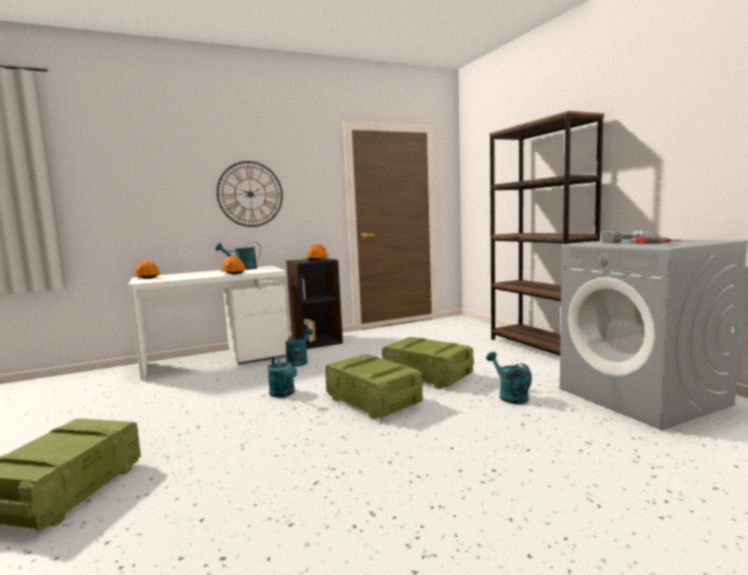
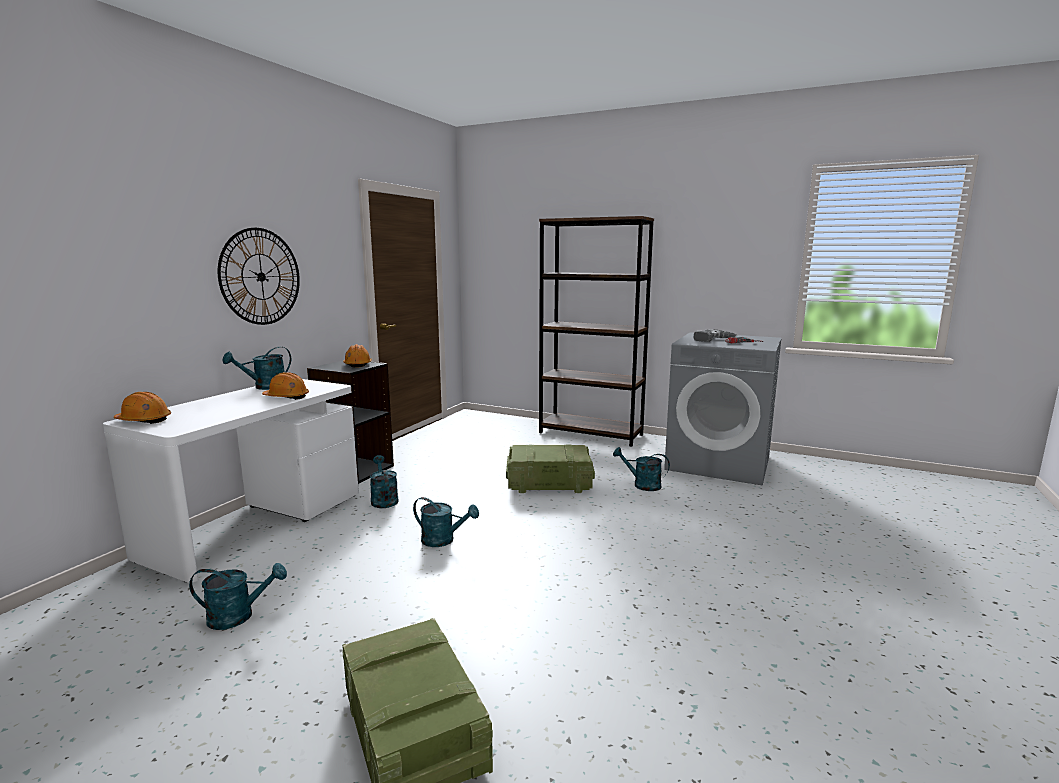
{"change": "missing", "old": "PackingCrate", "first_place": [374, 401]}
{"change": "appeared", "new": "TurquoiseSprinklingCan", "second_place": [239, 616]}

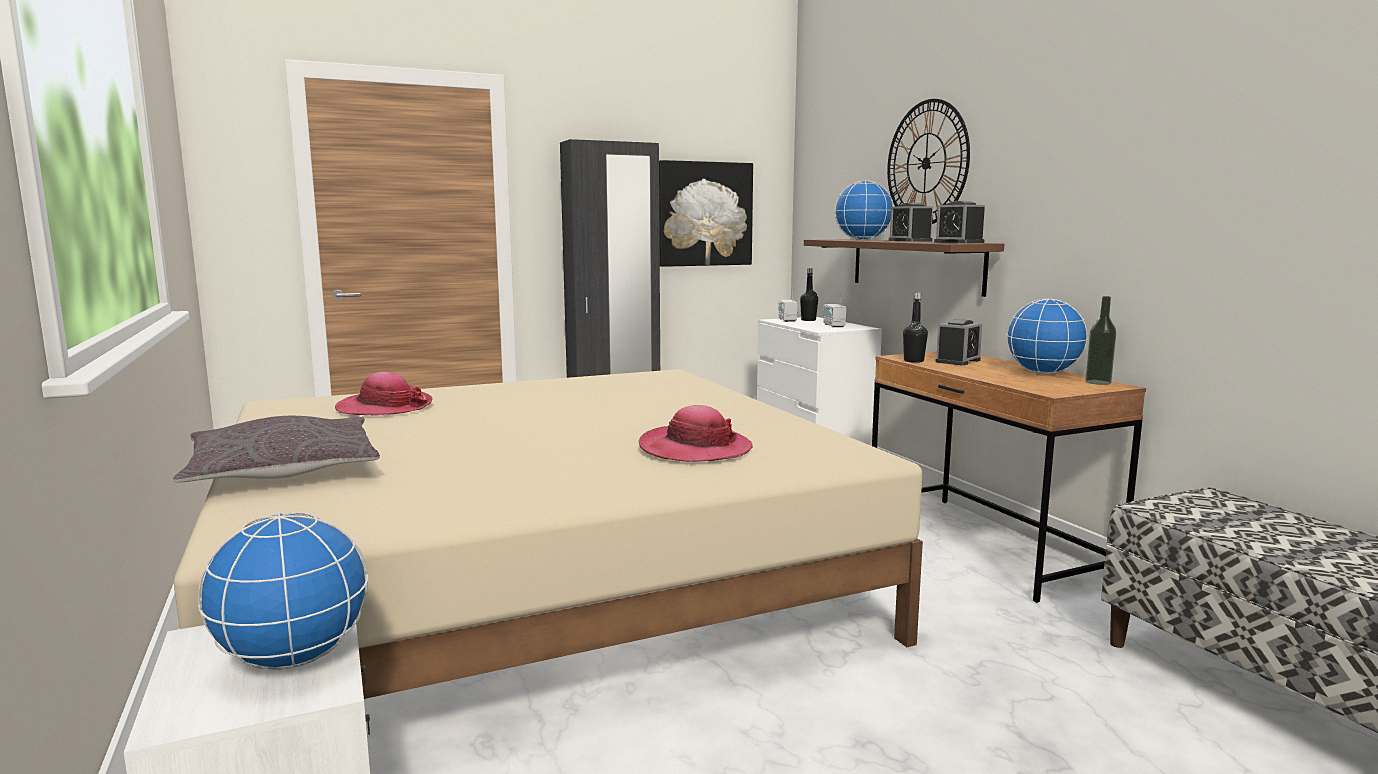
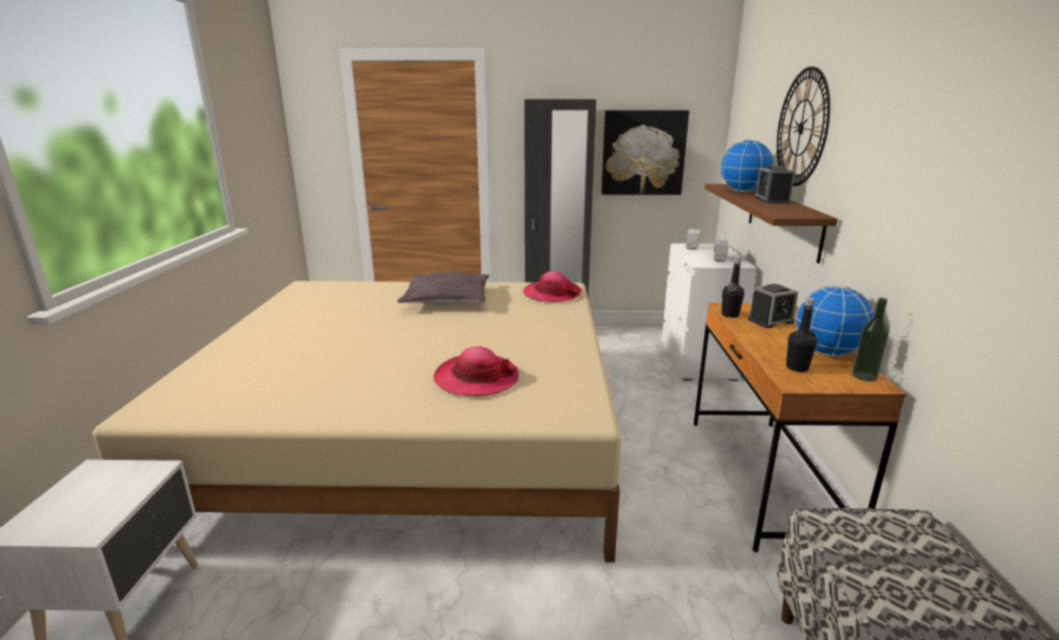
{"change": "missing", "old": "DeskGlobe", "first_place": [294, 658]}
{"change": "missing", "old": "TableClock", "first_place": [958, 242]}
{"change": "relocated", "old": "GrayPillow", "first_place": [283, 471], "second_place": [446, 300]}
{"change": "relocated", "old": "Hat", "first_place": [384, 408], "second_place": [552, 294]}
{"change": "relocated", "old": "BlackishBeverageBottle", "first_place": [808, 320], "second_place": [797, 368]}

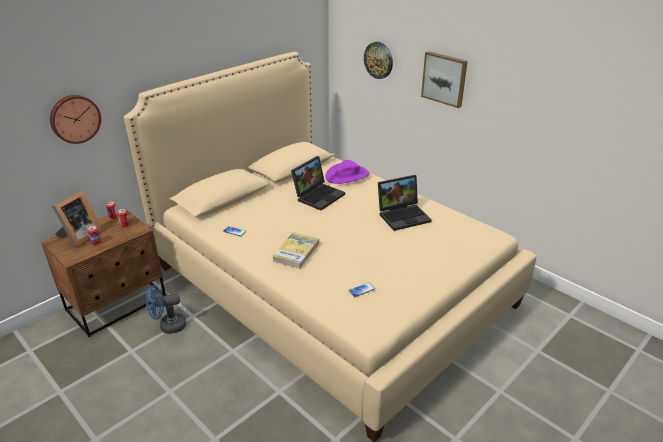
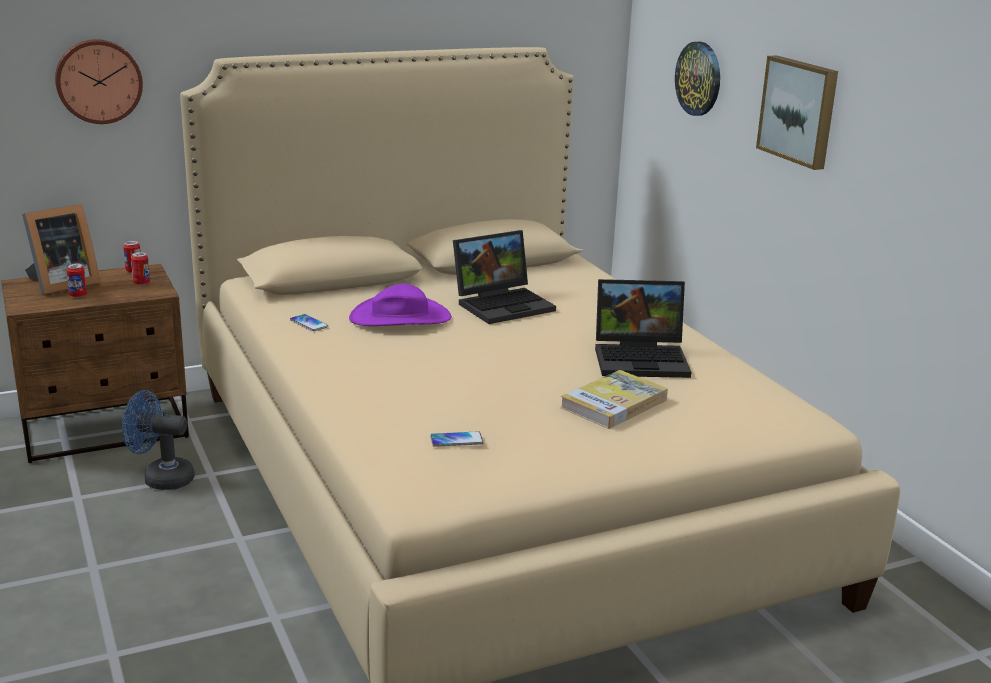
{"change": "relocated", "old": "BoundBook", "first_place": [296, 252], "second_place": [614, 404]}
{"change": "relocated", "old": "PurpleColouredHat", "first_place": [347, 175], "second_place": [400, 318]}

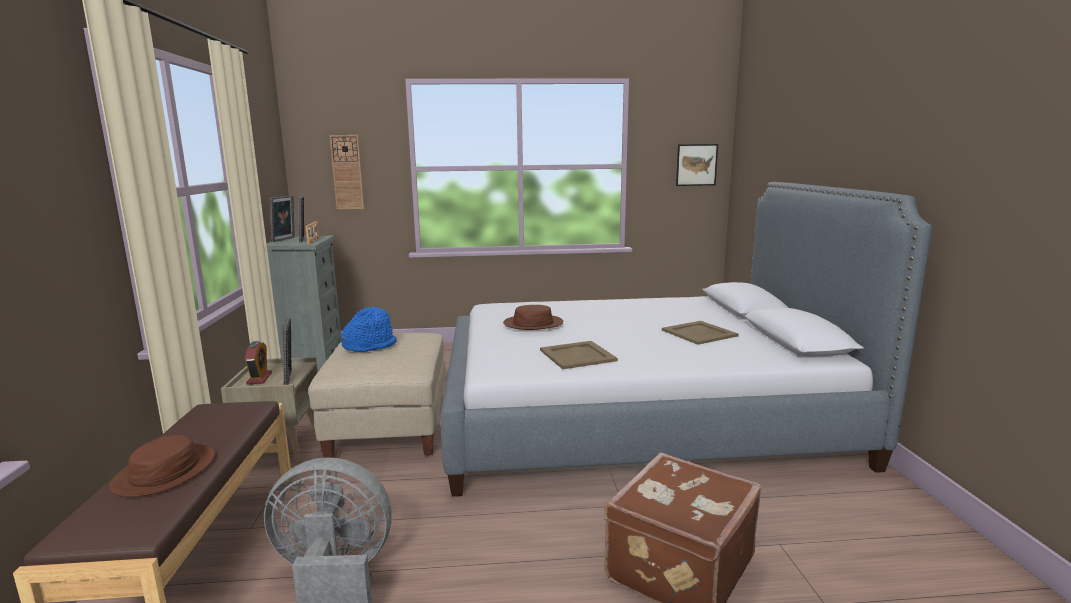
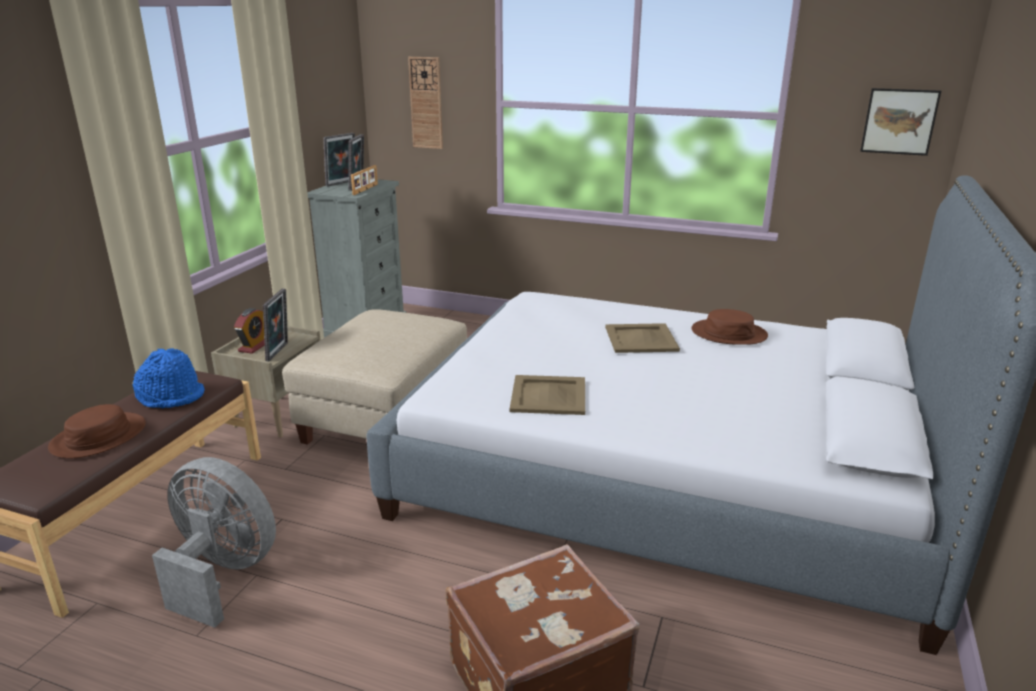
{"change": "relocated", "old": "BlueHat", "first_place": [370, 345], "second_place": [171, 396]}
{"change": "relocated", "old": "BrownHat", "first_place": [533, 323], "second_place": [729, 333]}
{"change": "relocated", "old": "SandColouredTray", "first_place": [699, 333], "second_place": [640, 339]}

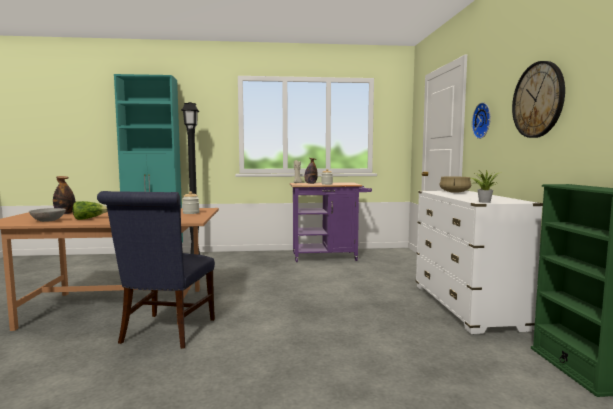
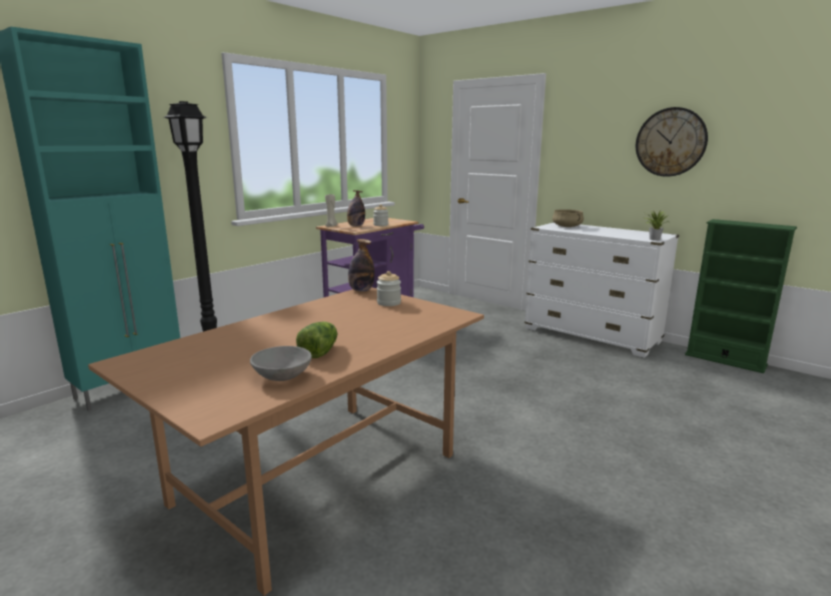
{"change": "missing", "old": "BlueChair", "first_place": [165, 333]}
{"change": "missing", "old": "ClockOnTheWall", "first_place": [483, 120]}
{"change": "relocated", "old": "BeverageBottle", "first_place": [65, 213], "second_place": [361, 290]}

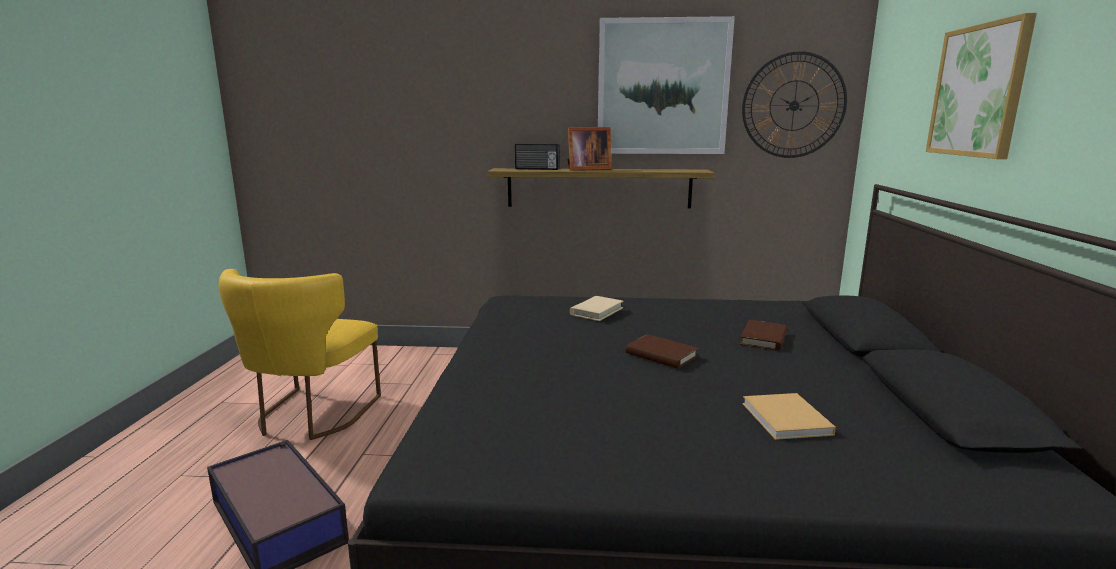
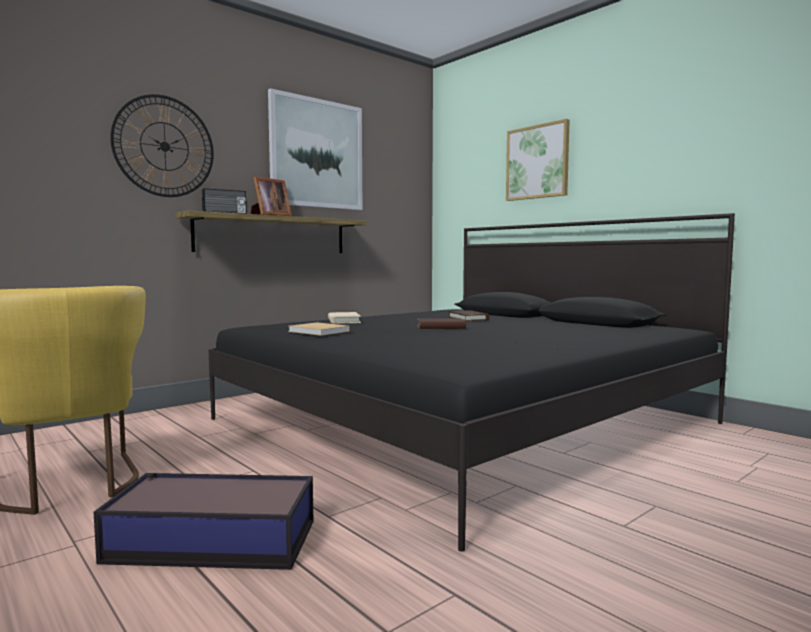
{"change": "relocated", "old": "ClockOnTheWall", "first_place": [794, 105], "second_place": [164, 146]}
{"change": "relocated", "old": "SandColouredBoundBook", "first_place": [787, 420], "second_place": [319, 331]}

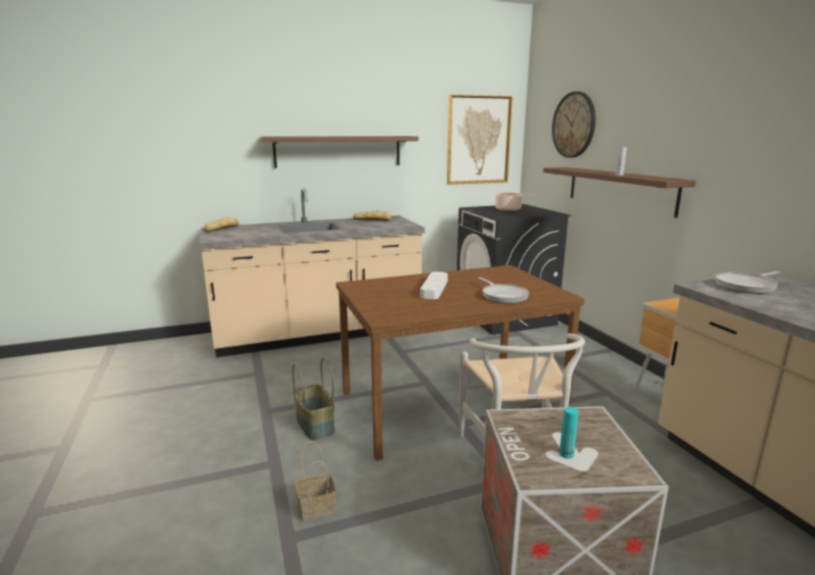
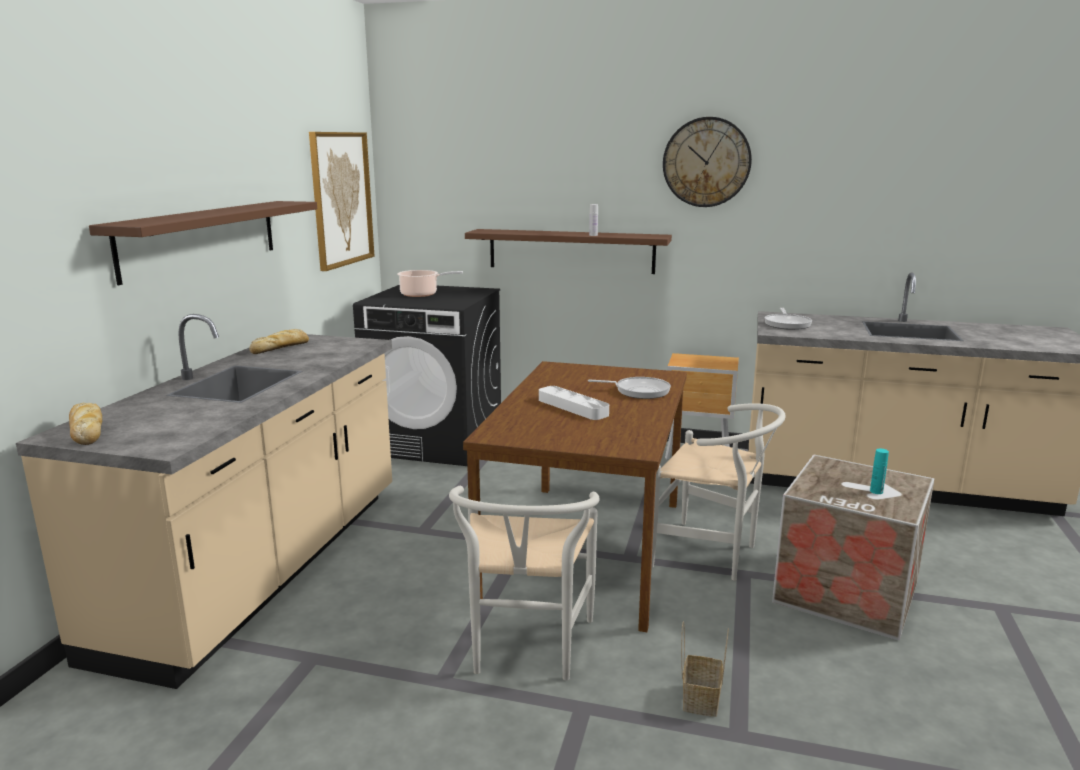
{"change": "relocated", "old": "ClockOnTheWall", "first_place": [574, 125], "second_place": [706, 162]}
{"change": "exchanged", "old": "StorageBasket", "new": "WhiteColouredChair", "first_place": [314, 424], "second_place": [525, 650]}

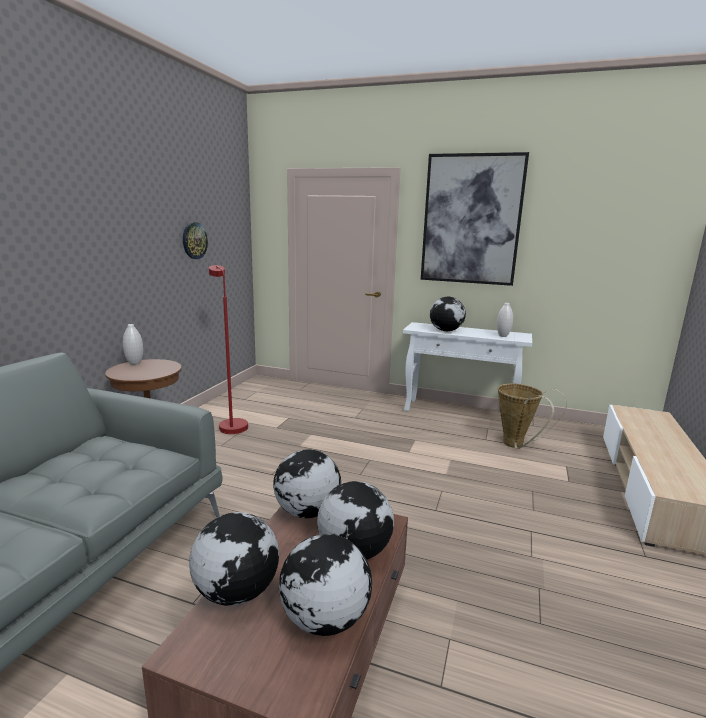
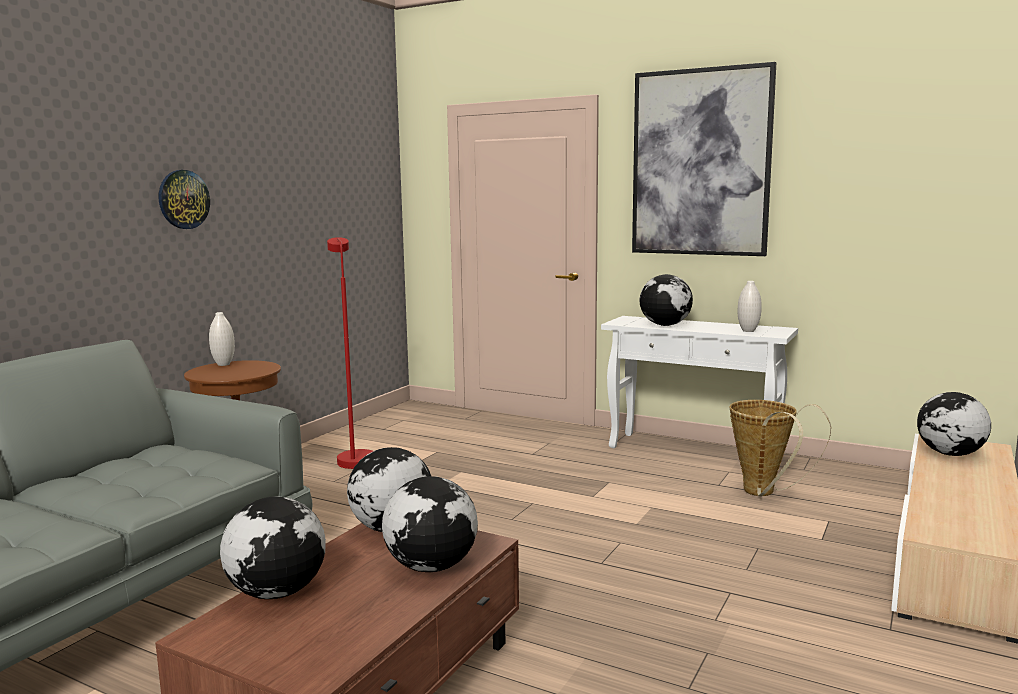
{"change": "relocated", "old": "ClockOnTheWall", "first_place": [194, 240], "second_place": [183, 199]}
{"change": "relocated", "old": "DeskGlobe", "first_place": [324, 619], "second_place": [949, 454]}

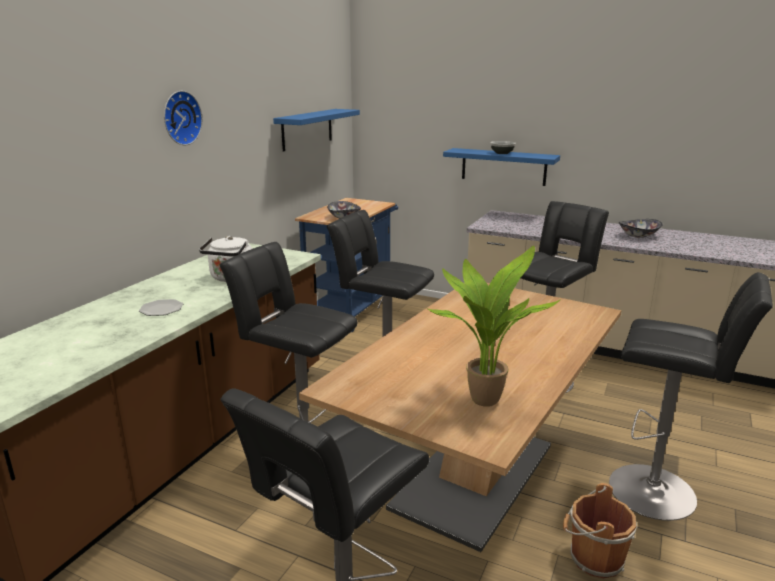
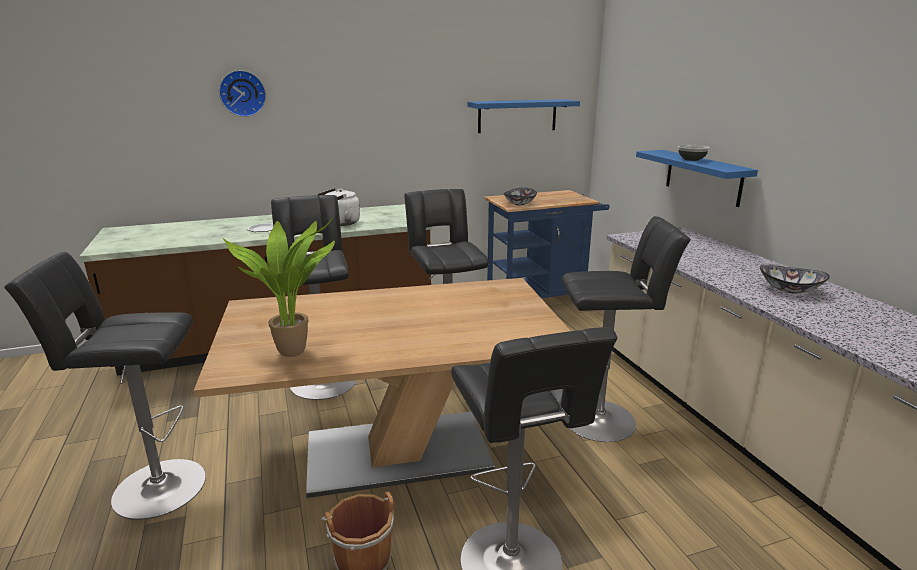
{"change": "relocated", "old": "ClockOnTheWall", "first_place": [180, 118], "second_place": [242, 93]}

